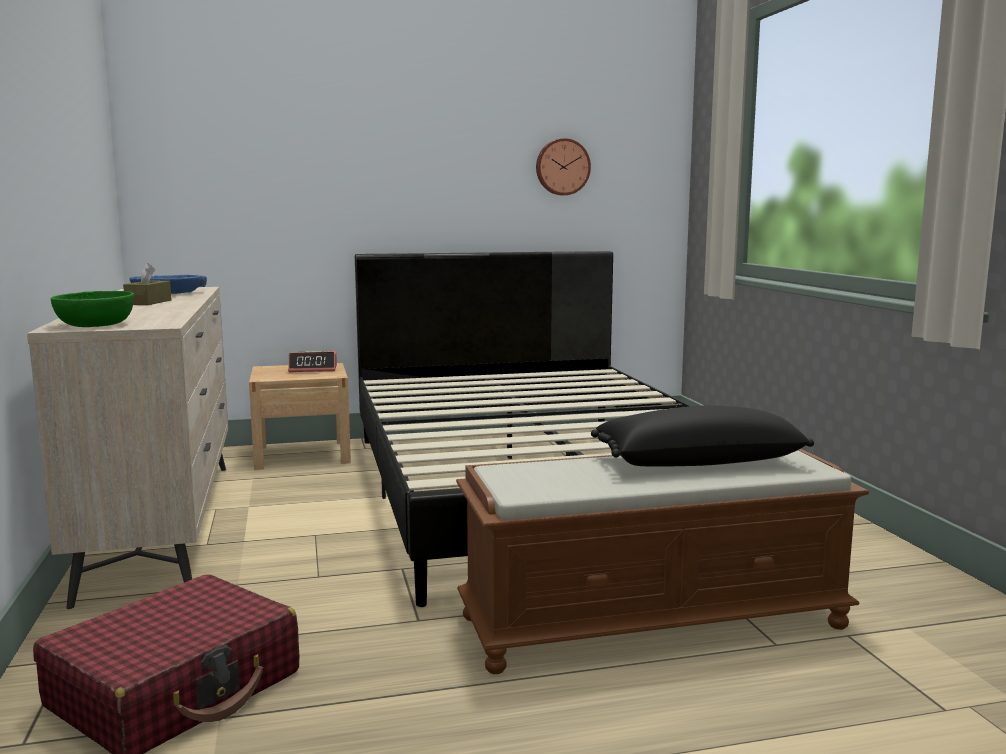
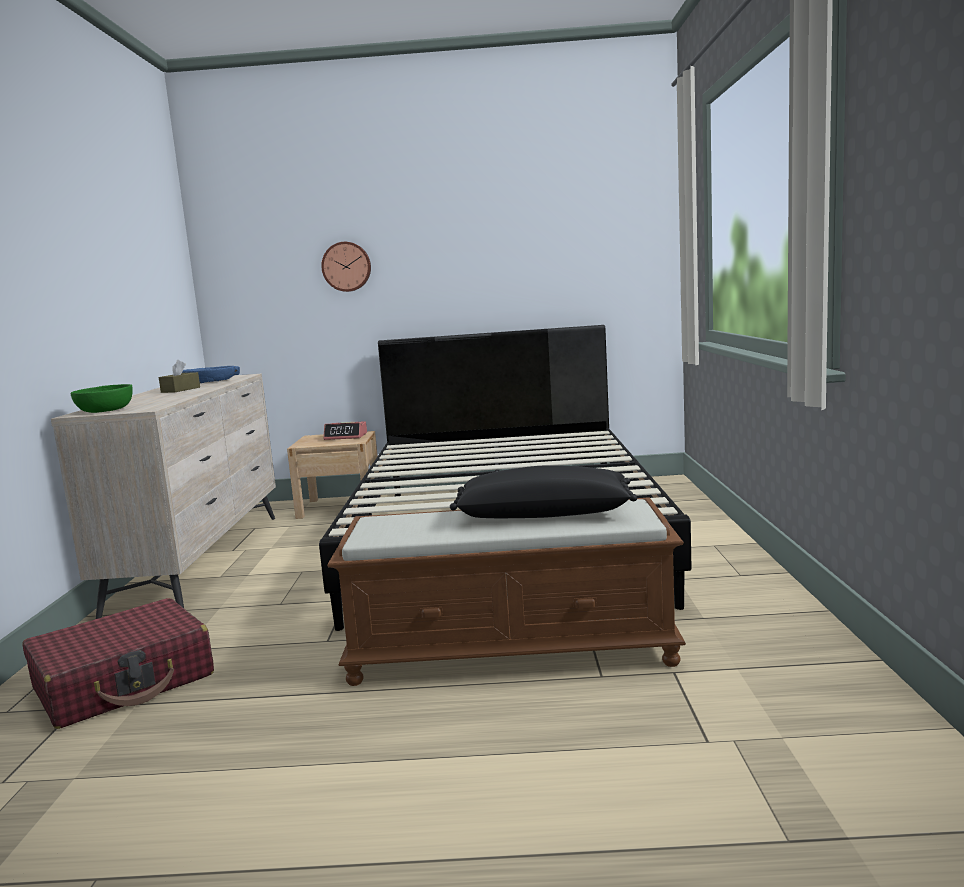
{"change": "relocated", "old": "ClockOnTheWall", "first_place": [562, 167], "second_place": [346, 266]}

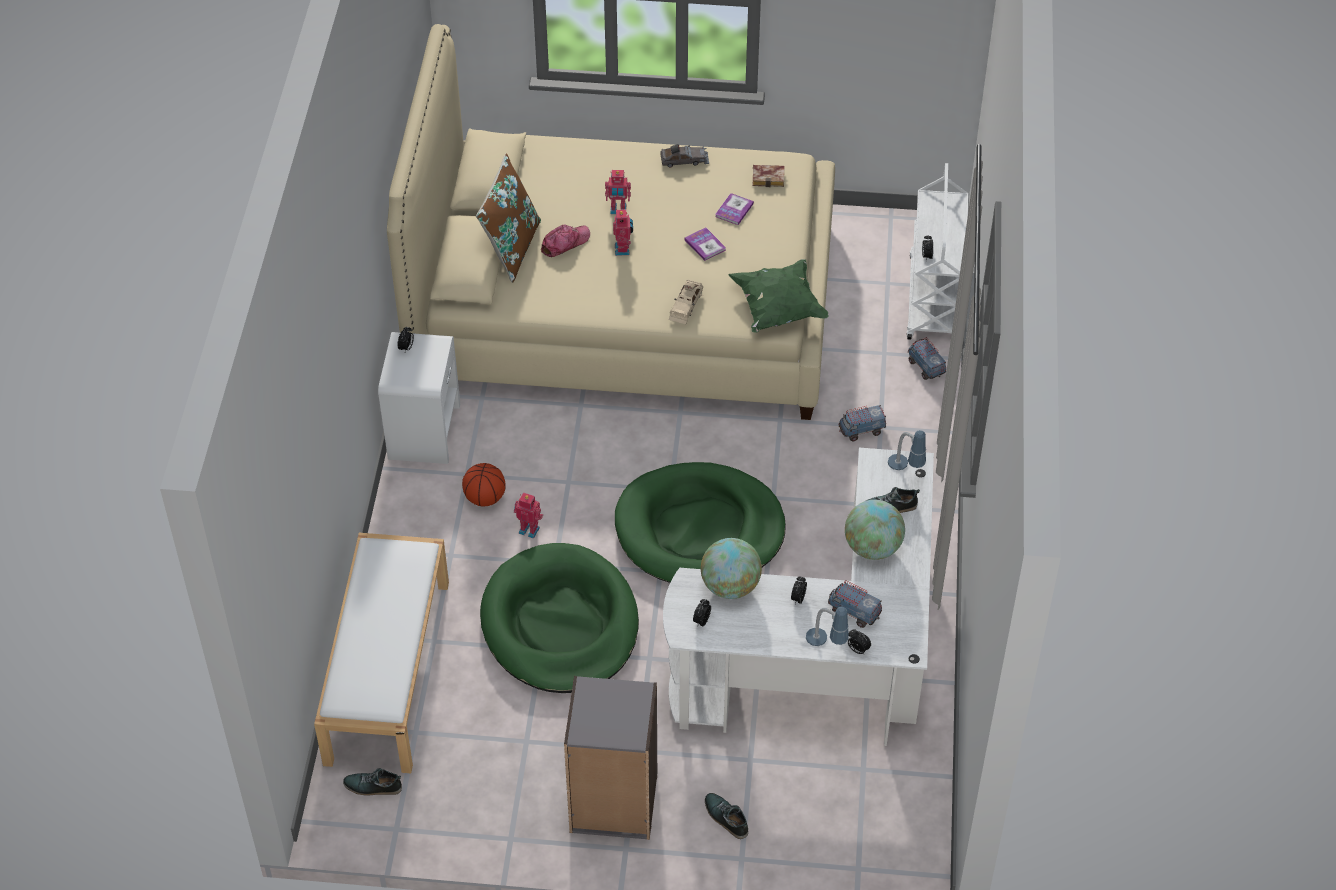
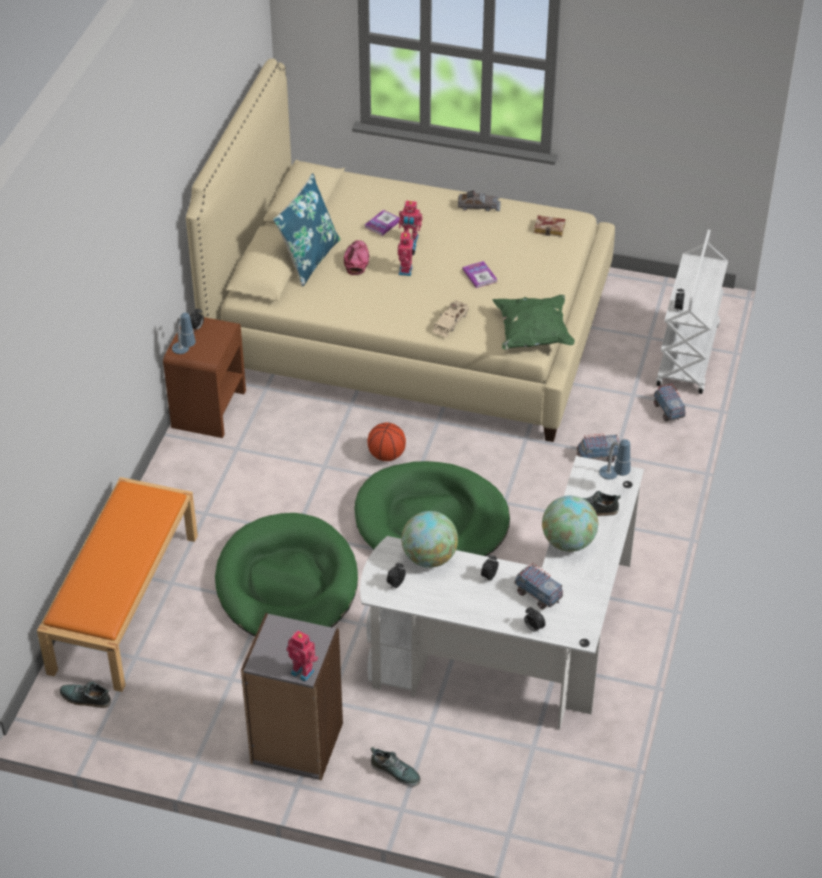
{"change": "relocated", "old": "BasketballBall", "first_place": [485, 498], "second_place": [386, 455]}
{"change": "relocated", "old": "ToyRobot", "first_place": [529, 529], "second_place": [303, 671]}
{"change": "relocated", "old": "BoundBook", "first_place": [734, 210], "second_place": [382, 224]}
{"change": "relocated", "old": "TableLamp", "first_place": [826, 647], "second_place": [185, 356]}
{"change": "colour", "old": "WhiteColouredIndoorBench", "new": "OrangeyIndoorBench", "first_place": [387, 670], "second_place": [124, 601]}
{"change": "colour", "old": "WhiteColouredNightTable", "new": "BrownNightTable", "first_place": [424, 430], "second_place": [209, 408]}
{"change": "colour", "old": "BrownPillow", "new": "BluePillow", "first_place": [511, 248], "second_place": [309, 259]}
{"change": "spun", "old": "BaseballCap", "first_place": [565, 243], "second_place": [356, 260], "degrees": -60}
{"change": "spun", "old": "LowShoe", "first_place": [725, 818], "second_place": [395, 771], "degrees": 150}

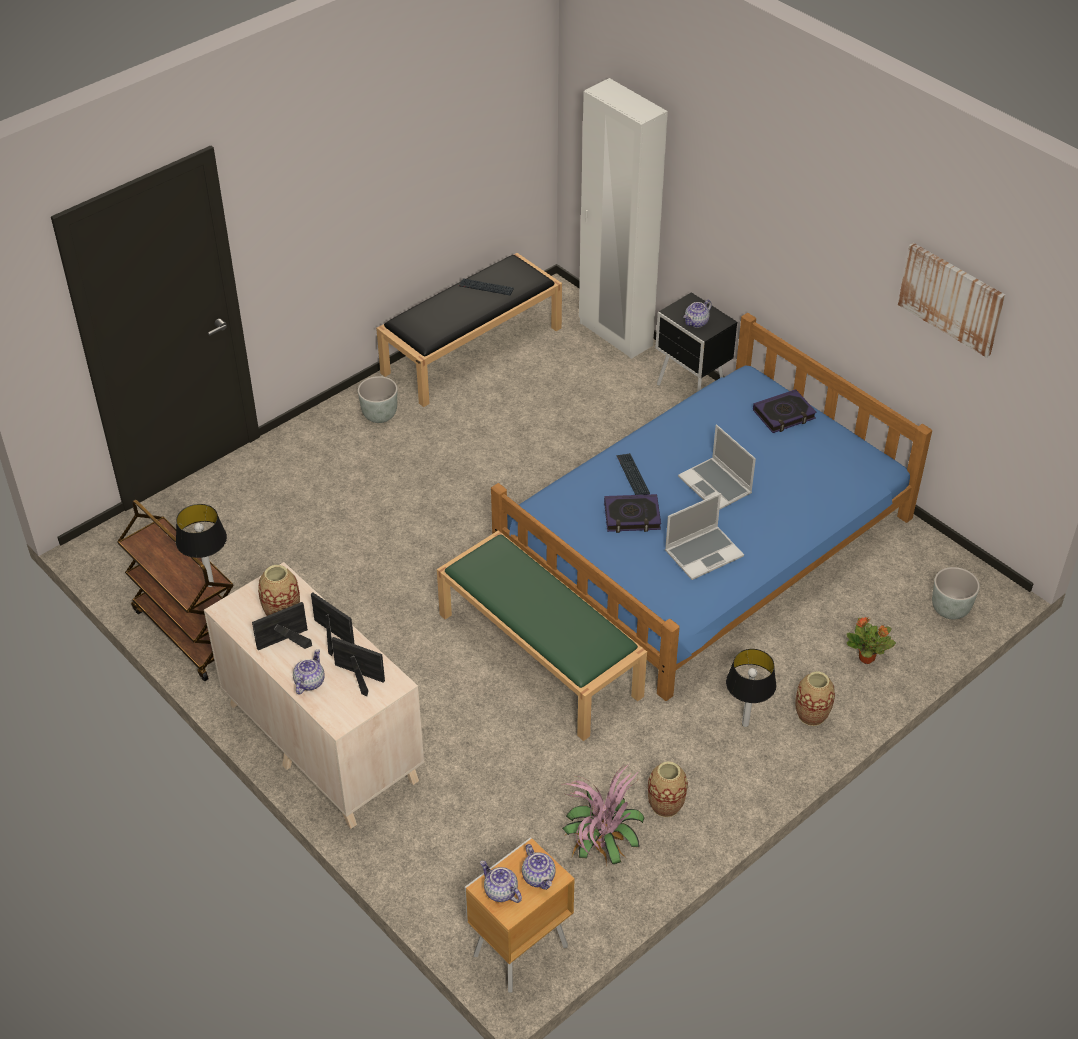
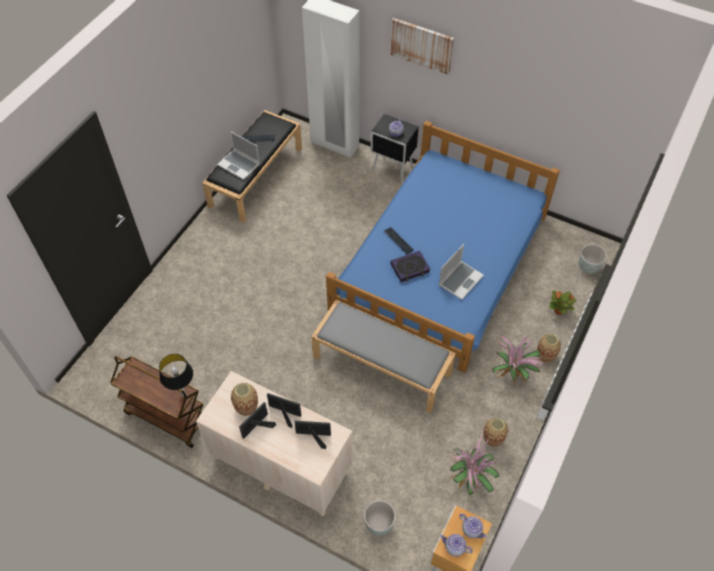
{"change": "missing", "old": "Teapot", "first_place": [309, 682]}
{"change": "missing", "old": "BoundBook", "first_place": [784, 415]}
{"change": "relocated", "old": "GrayPlantPot", "first_place": [380, 415], "second_place": [379, 524]}
{"change": "relocated", "old": "NotebookComputer", "first_place": [716, 486], "second_place": [239, 165]}
{"change": "relocated", "old": "Picture", "first_place": [951, 298], "second_place": [422, 45]}
{"change": "exchanged", "old": "TableLamp", "new": "Houseplant", "first_place": [745, 724], "second_place": [513, 373]}
{"change": "colour", "old": "GreenishIndoorBench", "new": "GrayIndoorBench", "first_place": [541, 655], "second_place": [383, 365]}

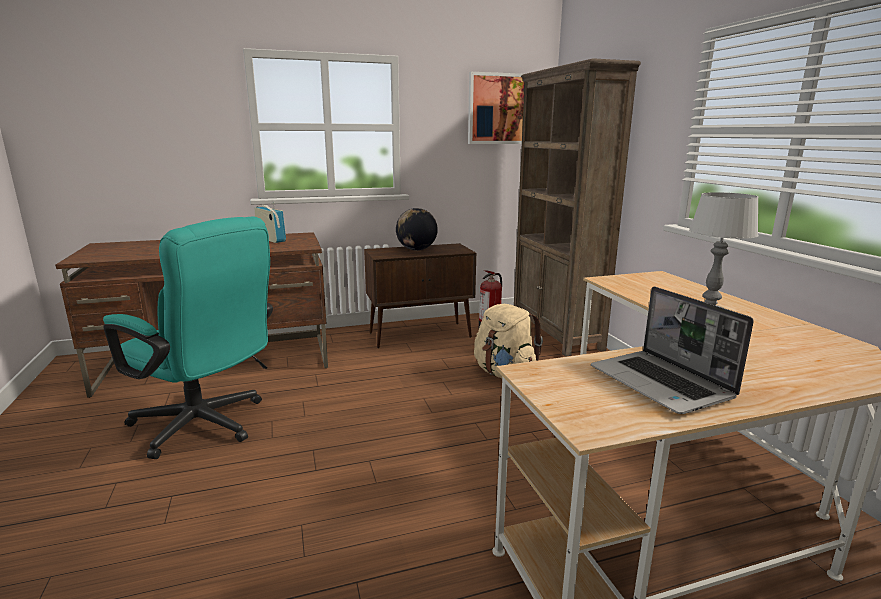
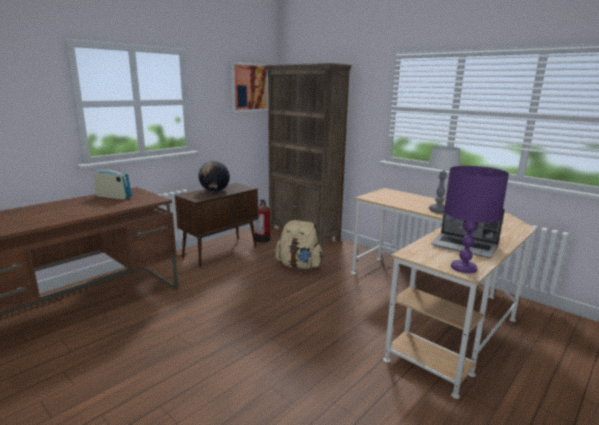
{"change": "missing", "old": "TurquoiseComputerChair", "first_place": [206, 426]}
{"change": "appeared", "new": "PurpleColouredTableLamp", "second_place": [463, 267]}

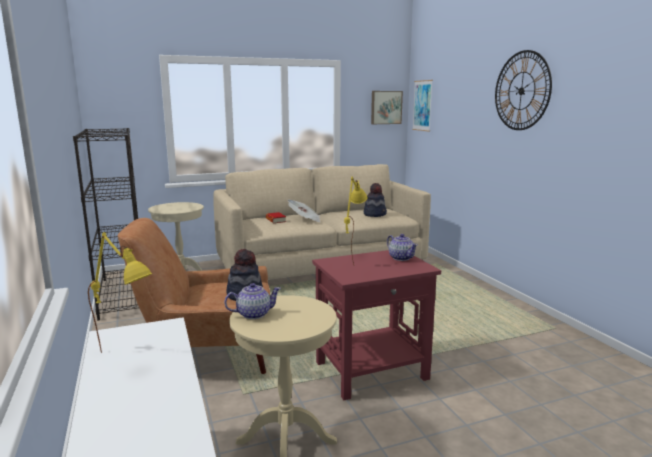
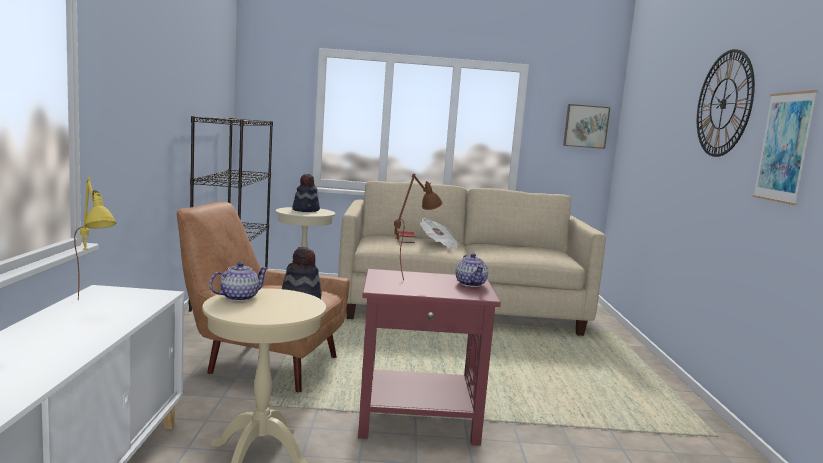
{"change": "relocated", "old": "Hat", "first_place": [375, 214], "second_place": [306, 210]}
{"change": "relocated", "old": "Picture", "first_place": [422, 105], "second_place": [784, 147]}
{"change": "colour", "old": "YellowTableLamp", "new": "BrownTableLamp", "first_place": [352, 259], "second_place": [412, 275]}
{"change": "spun", "old": "Teapot", "first_place": [253, 314], "second_place": [238, 297], "degrees": -45}

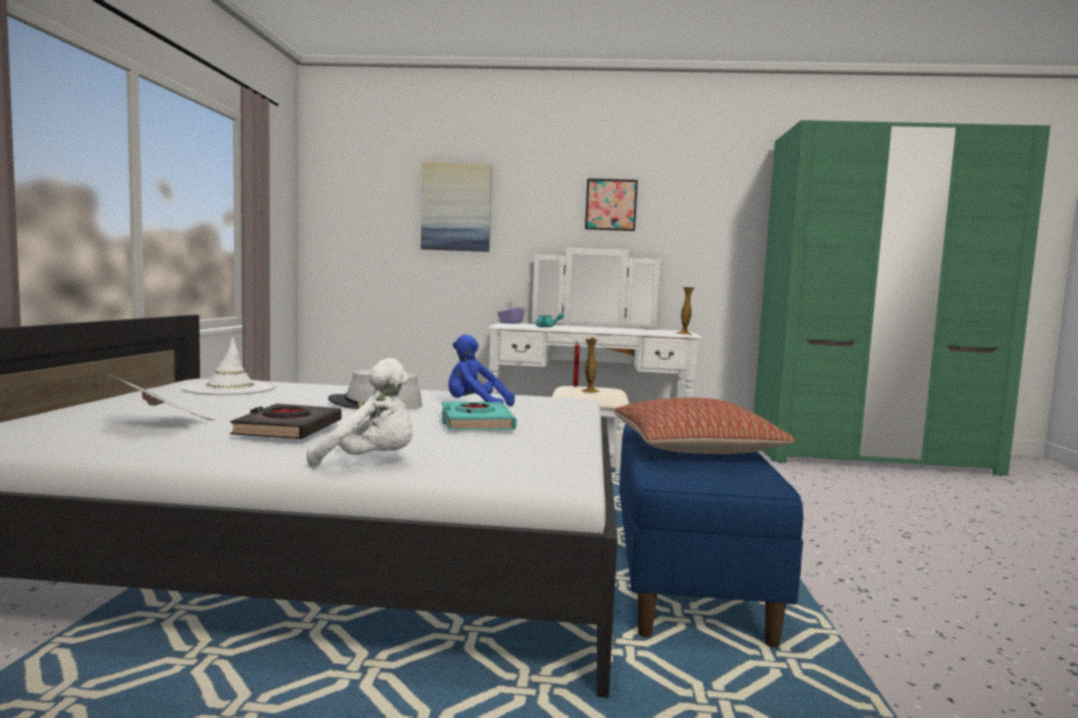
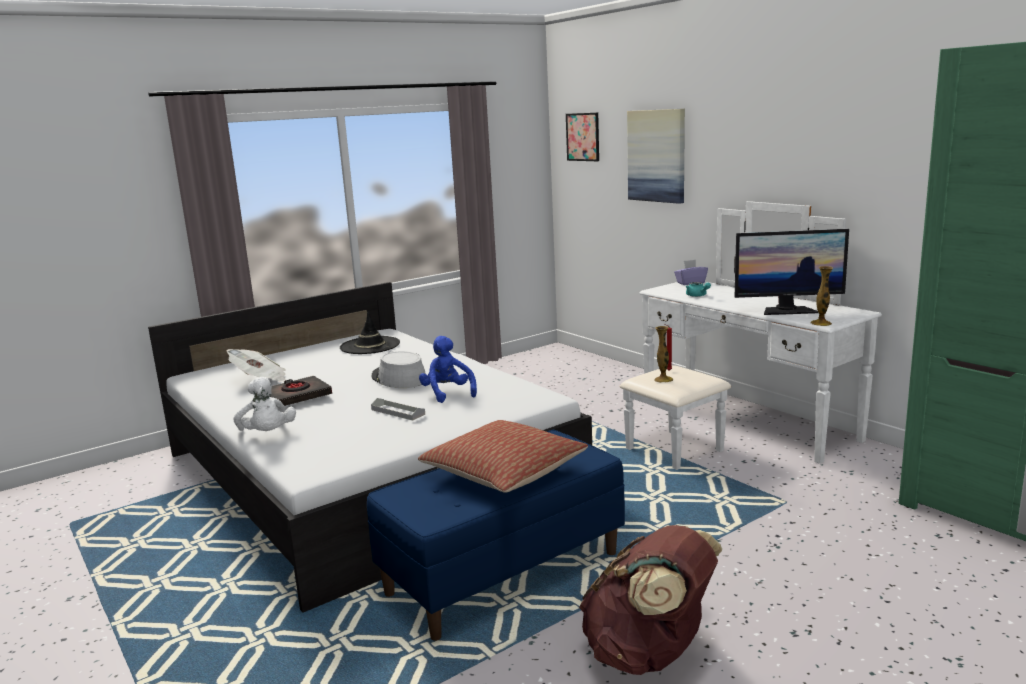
{"change": "appeared", "new": "BrownBackpack", "second_place": [649, 654]}
{"change": "appeared", "new": "Monitor", "second_place": [787, 310]}
{"change": "relocated", "old": "Picture", "first_place": [611, 204], "second_place": [583, 137]}
{"change": "exchanged", "old": "TurquoiseBoundBook", "new": "GrayTray", "first_place": [476, 423], "second_place": [398, 412]}
{"change": "colour", "old": "WhiteColouredHat", "new": "BlackishHat", "first_place": [229, 388], "second_place": [370, 345]}

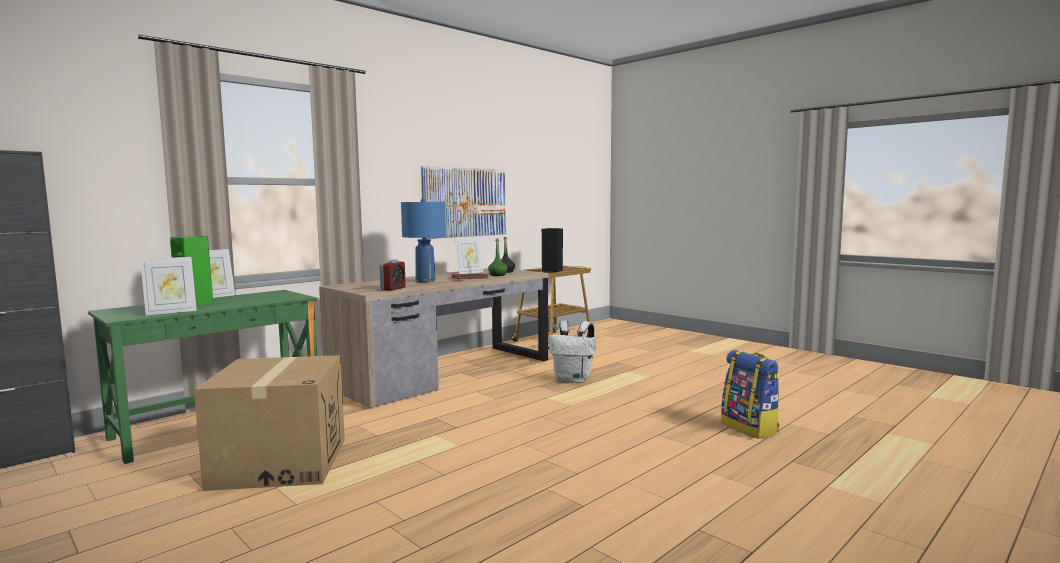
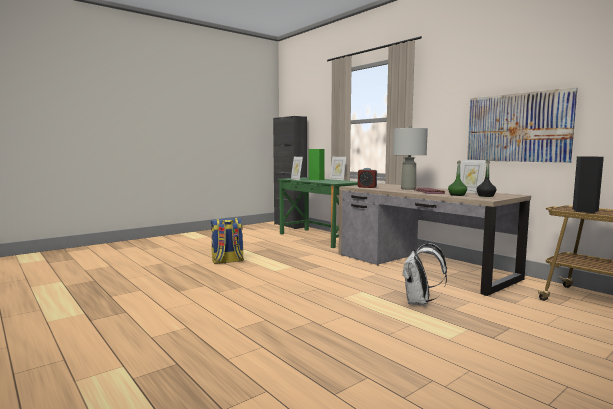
{"change": "missing", "old": "Carton", "first_place": [280, 462]}
{"change": "relocated", "old": "Backpack", "first_place": [750, 428], "second_place": [227, 261]}
{"change": "colour", "old": "BlueTableLamp", "new": "GrayTableLamp", "first_place": [425, 281], "second_place": [408, 189]}

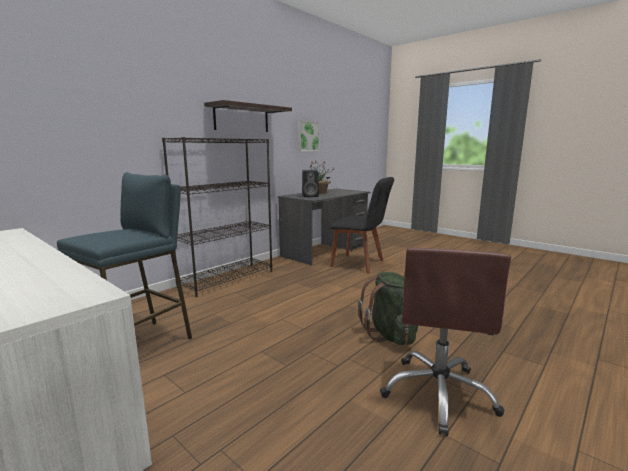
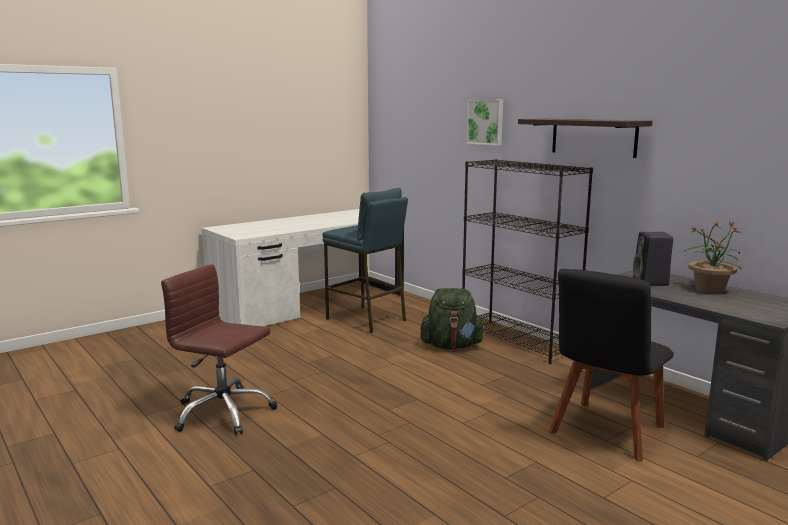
{"change": "relocated", "old": "Picture", "first_place": [307, 136], "second_place": [486, 122]}
{"change": "relocated", "old": "GreenishBackpack", "first_place": [391, 335], "second_place": [451, 346]}

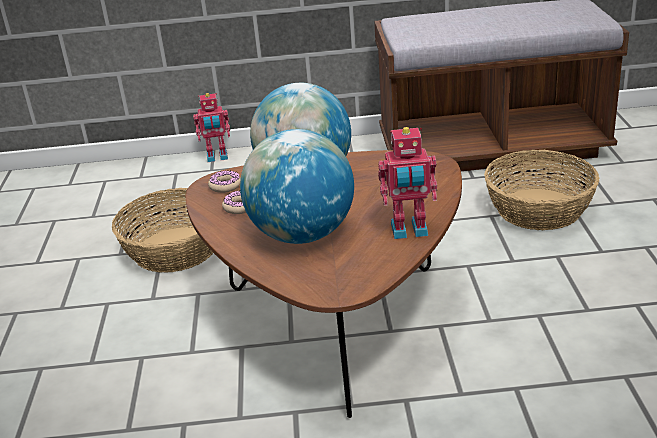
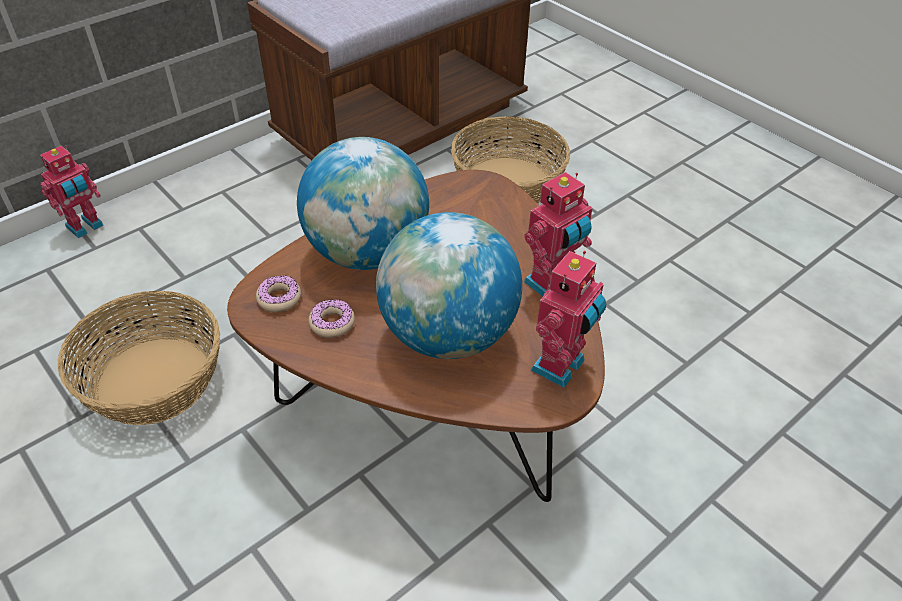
{"change": "appeared", "new": "ToyRobot", "second_place": [561, 367]}

